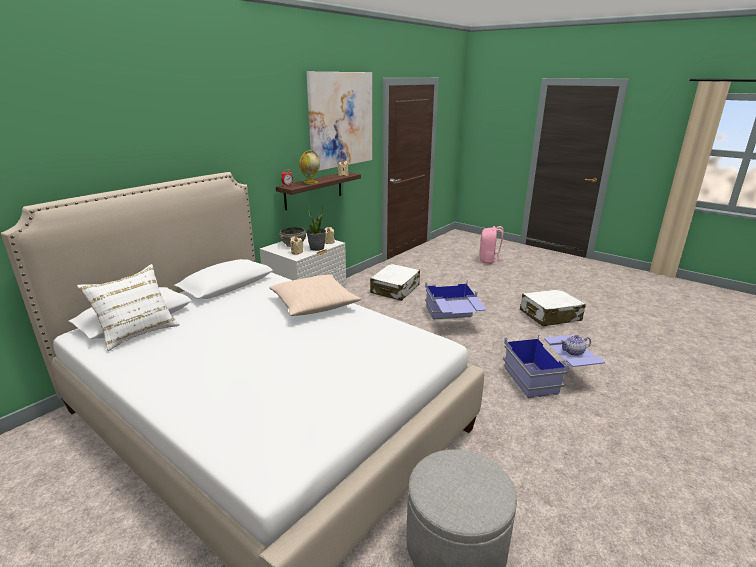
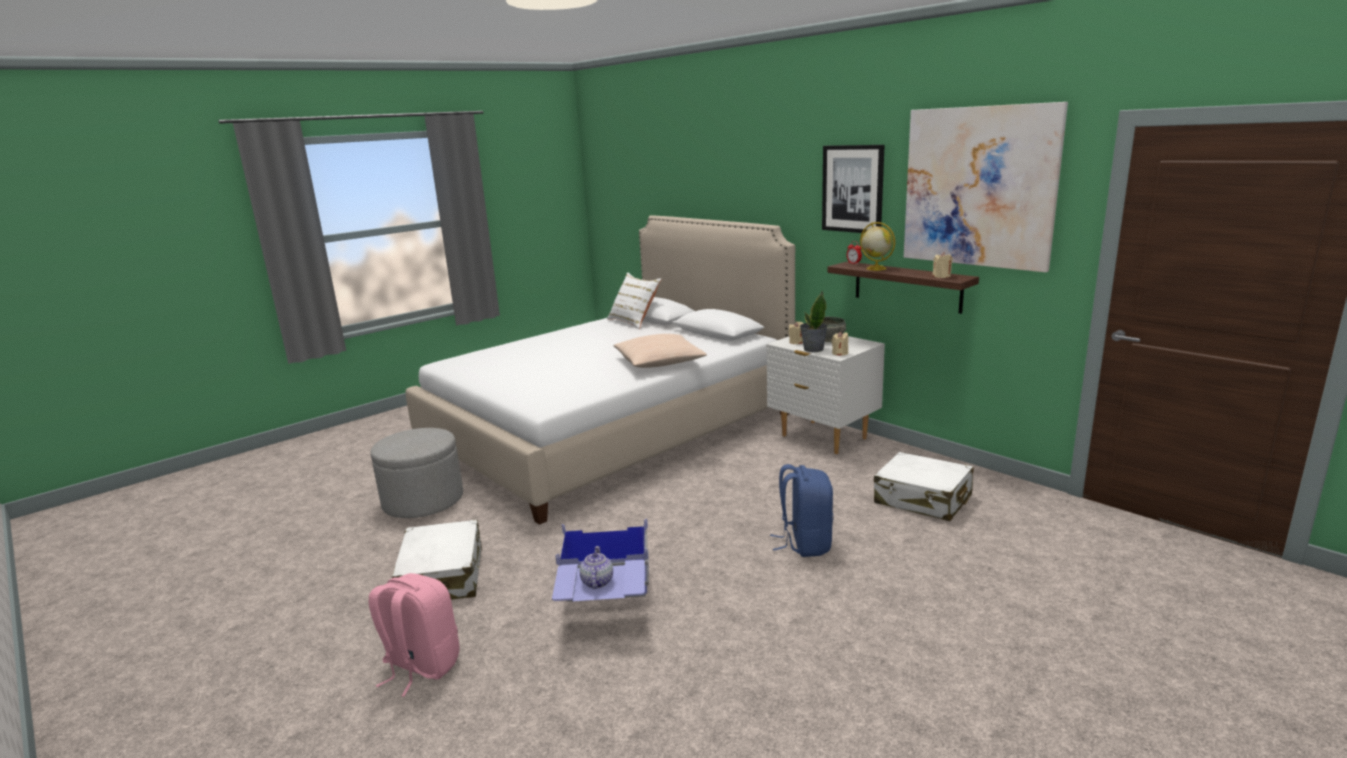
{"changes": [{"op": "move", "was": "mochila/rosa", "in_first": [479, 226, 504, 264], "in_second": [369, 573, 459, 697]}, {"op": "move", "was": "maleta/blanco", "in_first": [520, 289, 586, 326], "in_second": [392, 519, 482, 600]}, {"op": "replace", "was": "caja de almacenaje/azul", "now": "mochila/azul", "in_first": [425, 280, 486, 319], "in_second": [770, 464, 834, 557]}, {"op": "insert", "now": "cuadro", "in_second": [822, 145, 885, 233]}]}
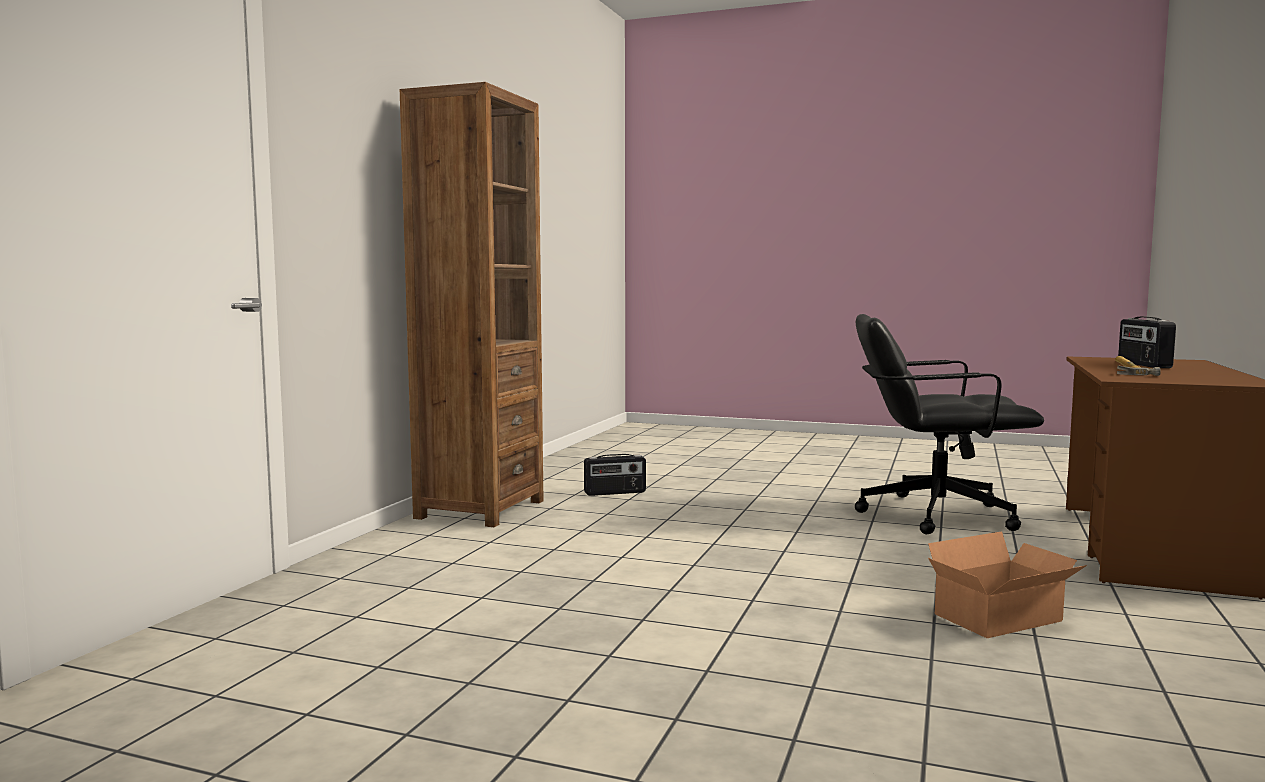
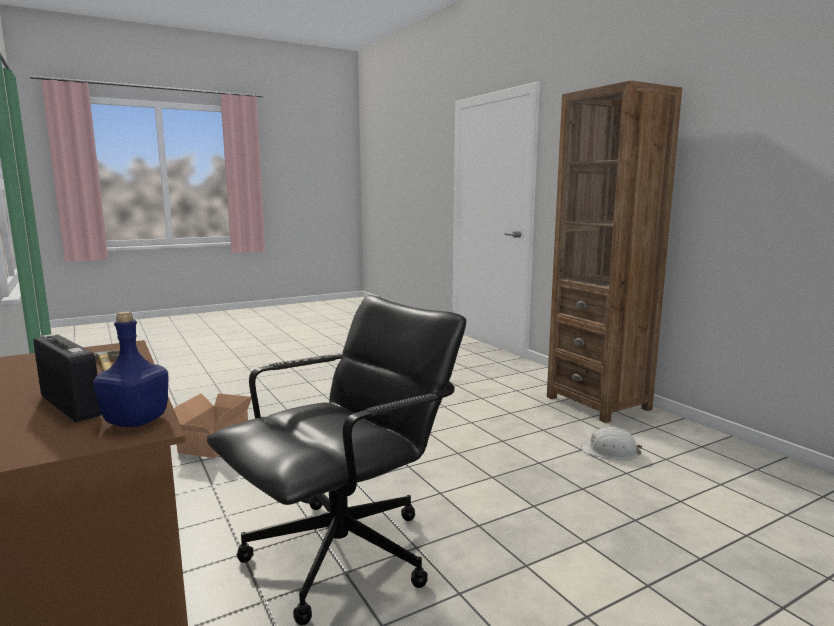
{"changes": [{"op": "insert", "now": "botella/azul", "in_second": [93, 311, 169, 427]}, {"op": "replace", "was": "radio", "now": "casco/blanco", "in_first": [584, 454, 646, 496], "in_second": [581, 427, 642, 460]}]}
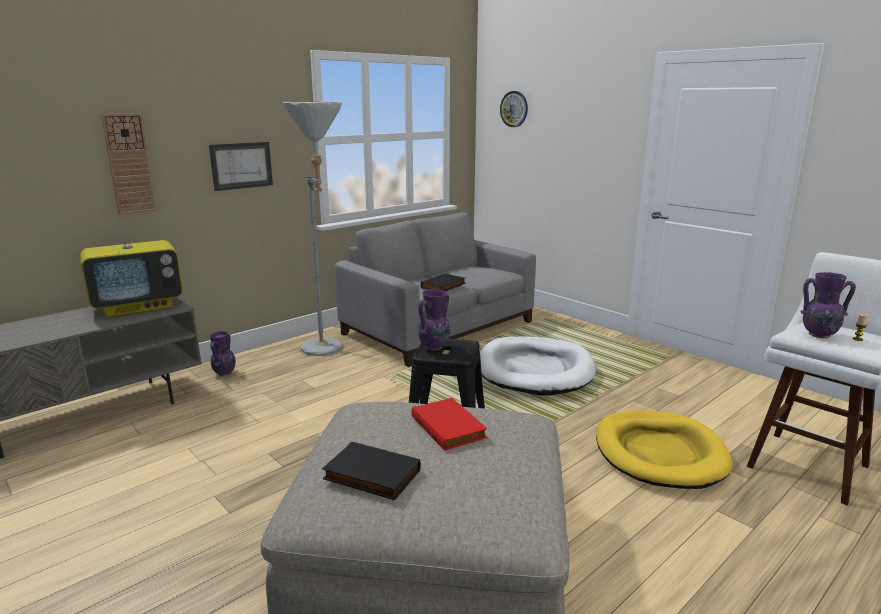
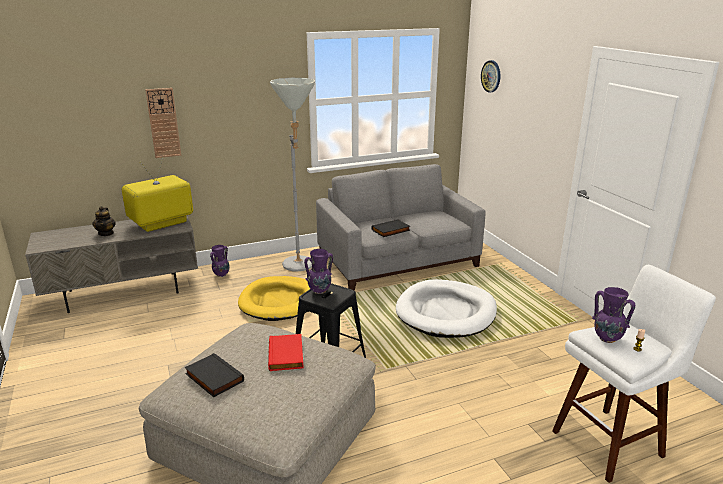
{"changes": [{"op": "insert", "now": "tetera", "in_second": [92, 206, 116, 236]}, {"op": "rotate", "was": "televisor", "in_first": [80, 210, 183, 317], "in_second": [122, 157, 193, 232], "clockwise": 150}, {"op": "move", "was": "cama para perro/amarillo", "in_first": [596, 410, 732, 489], "in_second": [238, 276, 310, 321]}, {"op": "delete", "was": "cuadro", "in_first": [209, 142, 273, 191]}]}
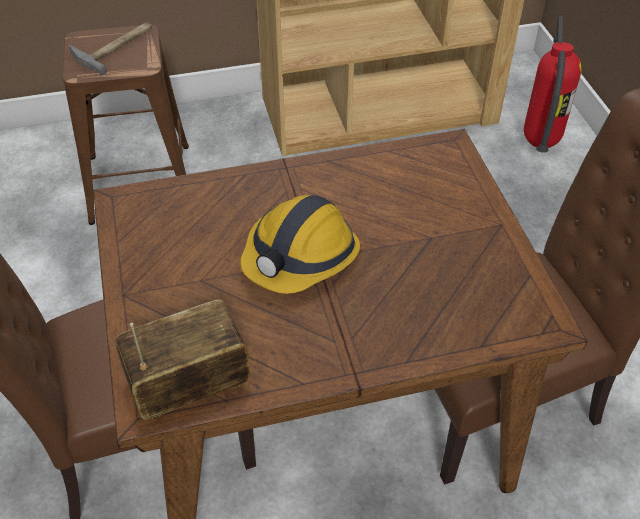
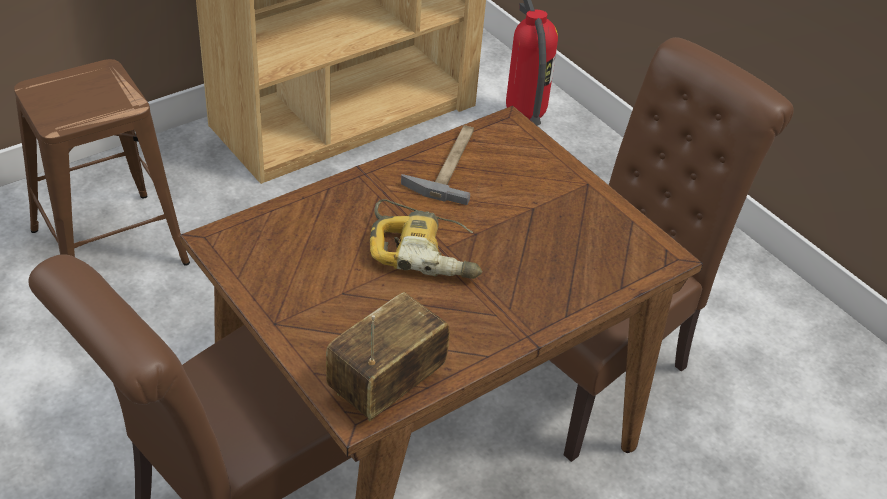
{"changes": [{"op": "replace", "was": "casco", "now": "taladro", "in_first": [240, 195, 361, 294], "in_second": [370, 199, 482, 279]}, {"op": "move", "was": "martillo", "in_first": [69, 22, 152, 75], "in_second": [401, 125, 474, 205]}]}
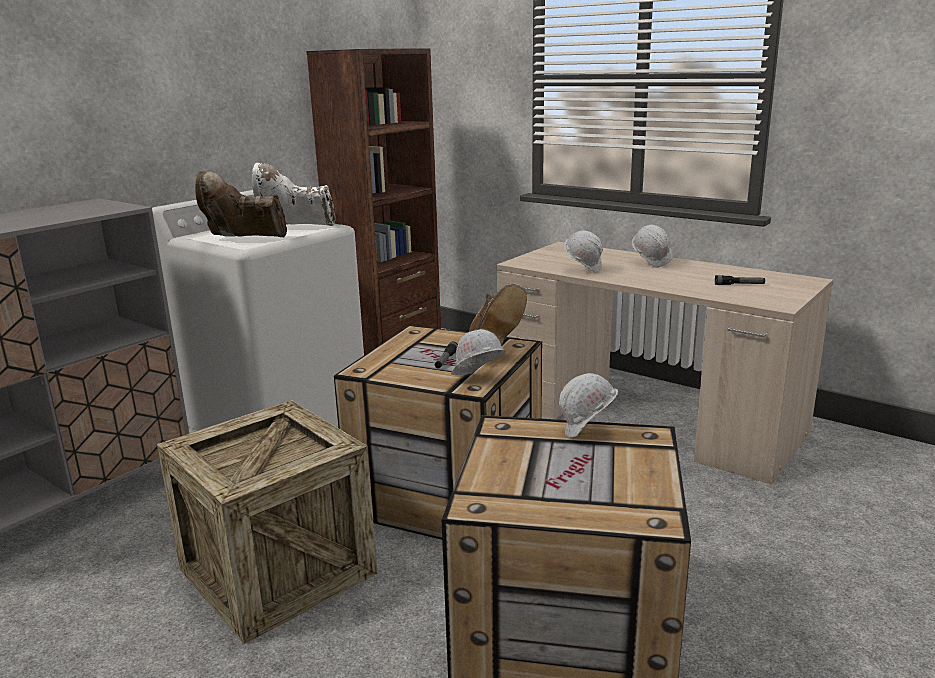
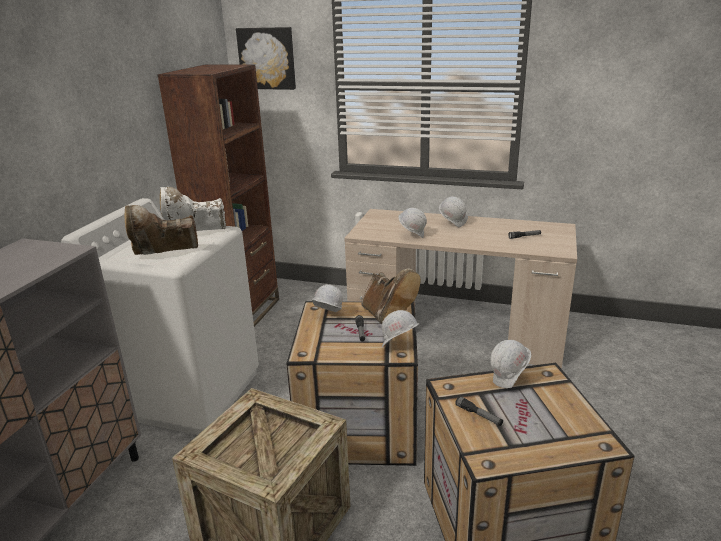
{"changes": [{"op": "insert", "now": "cuadro", "in_second": [236, 27, 296, 90]}, {"op": "insert", "now": "casco/blanco", "in_second": [312, 284, 343, 312]}, {"op": "insert", "now": "linterna", "in_second": [455, 396, 503, 426]}]}
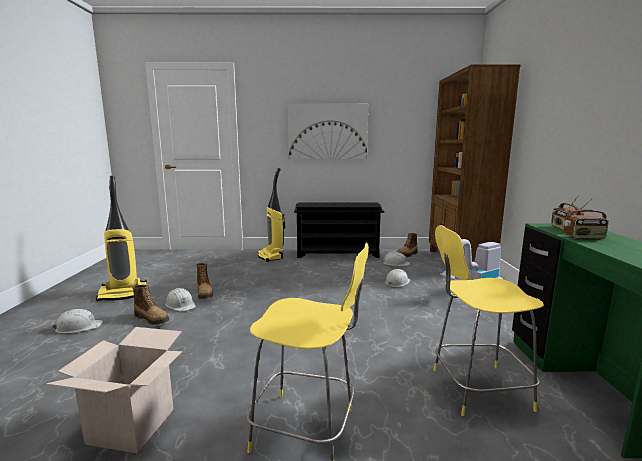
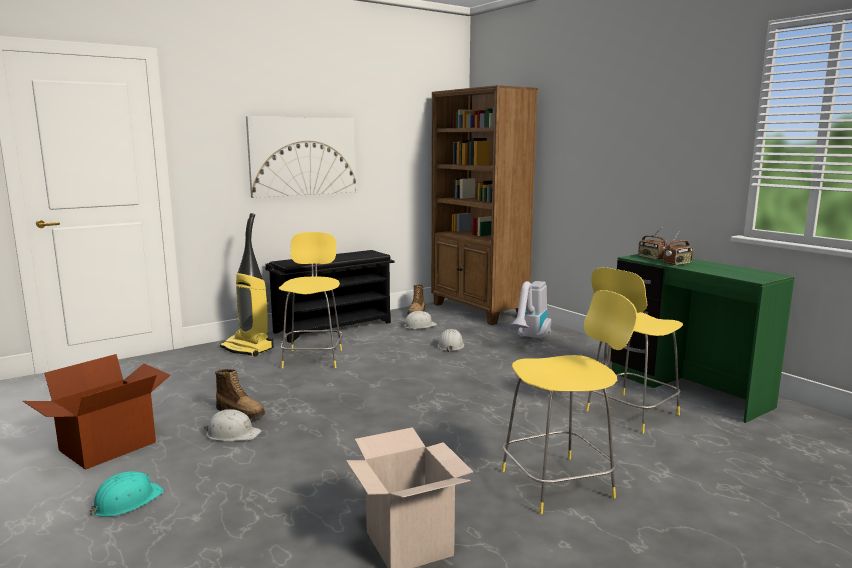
{"changes": [{"op": "replace", "was": "aspiradora", "now": "caja de cartón", "in_first": [96, 176, 147, 301], "in_second": [23, 354, 171, 470]}, {"op": "recolor", "was": "casco/blanco", "now": "casco/turquesa", "in_first": [52, 309, 103, 334], "in_second": [89, 471, 164, 517]}, {"op": "insert", "now": "taburete/amarillo", "in_second": [279, 232, 343, 368]}, {"op": "delete", "was": "bota", "in_first": [132, 285, 169, 325]}]}
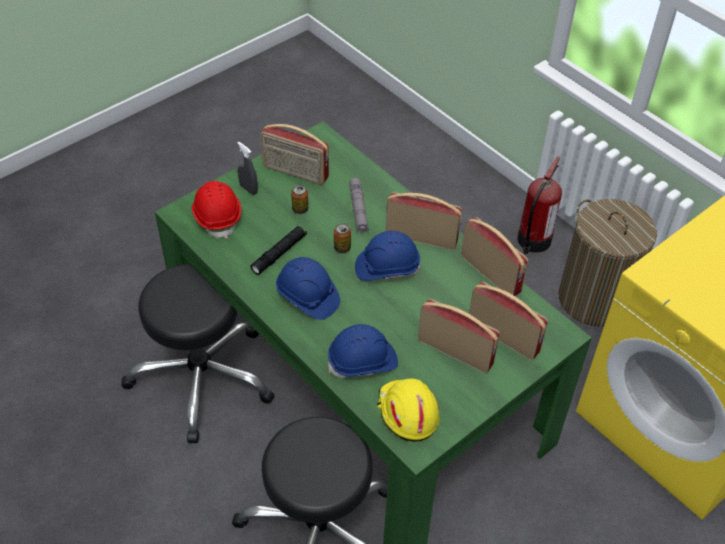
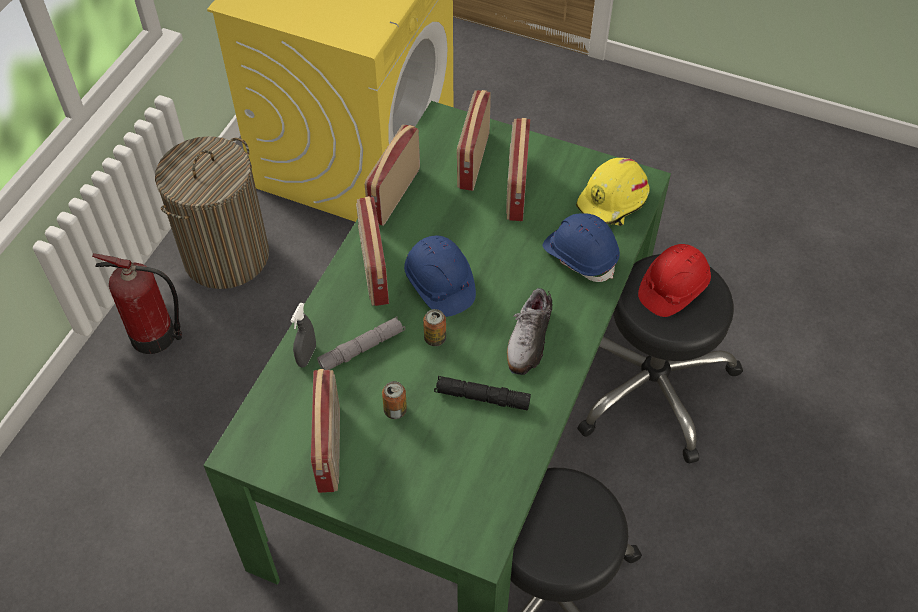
{"changes": [{"op": "move", "was": "pulverizador/gris", "in_first": [237, 142, 258, 195], "in_second": [291, 302, 316, 367]}, {"op": "replace", "was": "casco/azul", "now": "zapato", "in_first": [276, 257, 340, 320], "in_second": [507, 288, 552, 375]}, {"op": "move", "was": "casco/rojo", "in_first": [192, 181, 241, 239], "in_second": [638, 244, 711, 317]}]}
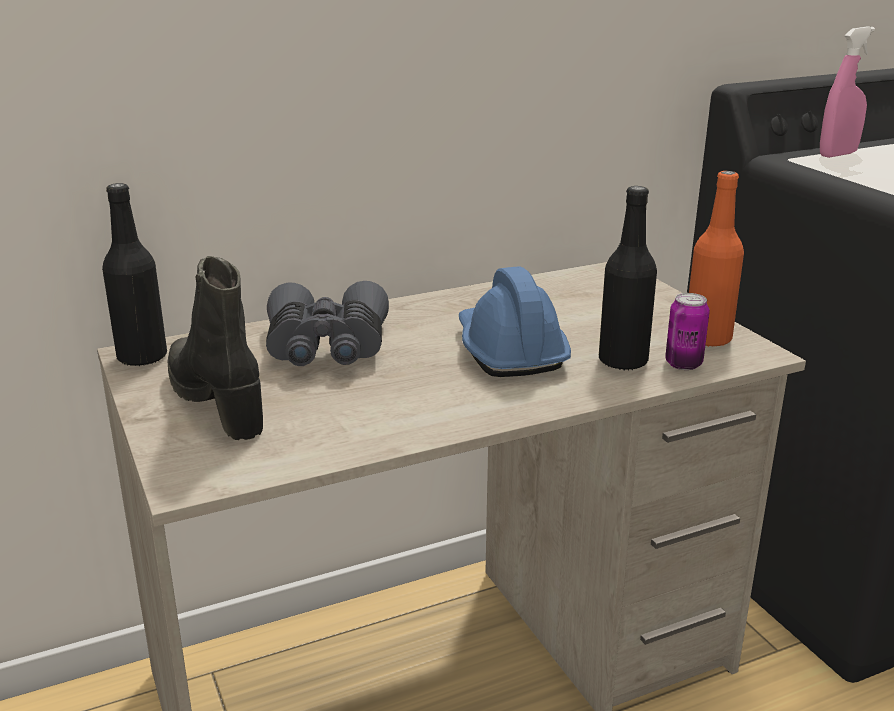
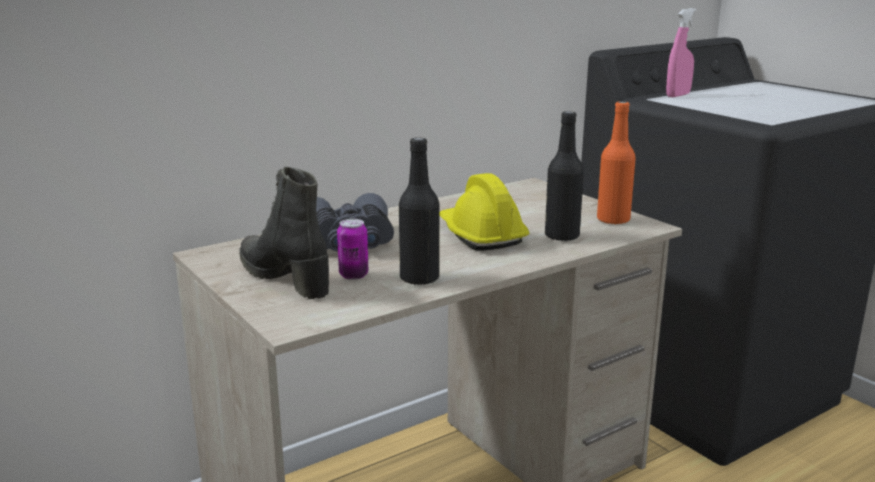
{"changes": [{"op": "move", "was": "lata", "in_first": [665, 293, 710, 370], "in_second": [337, 219, 368, 280]}, {"op": "move", "was": "botella/negro", "in_first": [102, 183, 167, 367], "in_second": [399, 137, 440, 285]}, {"op": "recolor", "was": "casco/azul", "now": "casco/amarillo", "in_first": [459, 267, 571, 377], "in_second": [440, 173, 529, 251]}]}
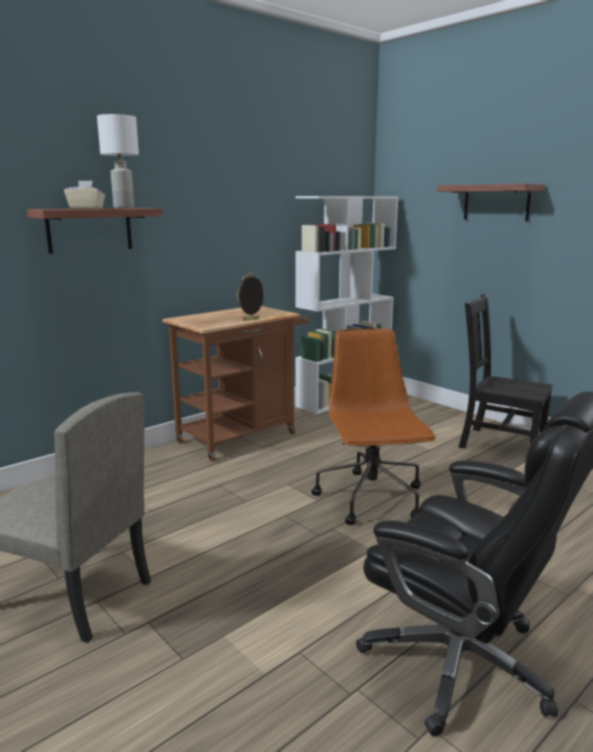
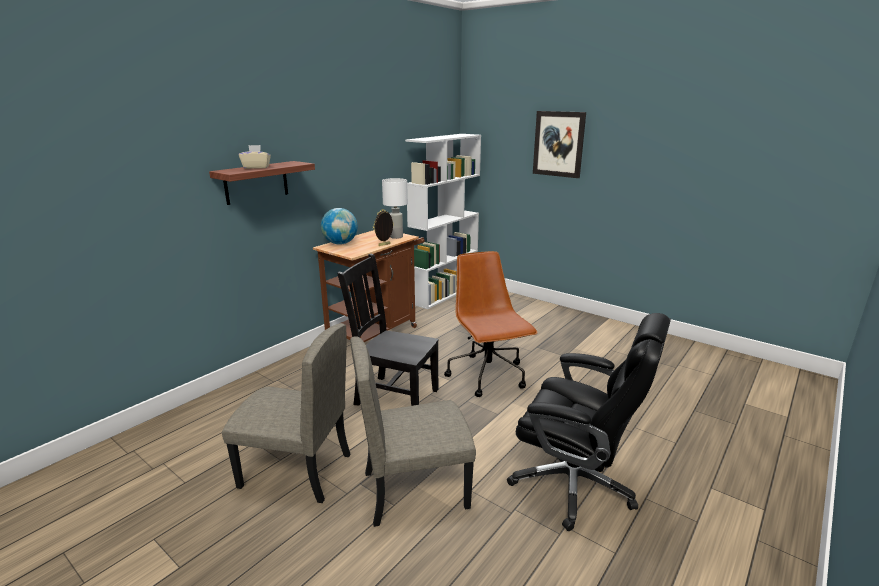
{"changes": [{"op": "insert", "now": "globo terráqueo", "in_second": [321, 208, 358, 245]}, {"op": "move", "was": "silla/negro", "in_first": [459, 294, 553, 448], "in_second": [337, 253, 439, 406]}, {"op": "insert", "now": "silla/beis", "in_second": [350, 336, 476, 527]}, {"op": "move", "was": "lámpara de mesa/blanco", "in_first": [97, 114, 139, 208], "in_second": [382, 178, 408, 239]}, {"op": "replace", "was": "estante", "now": "cuadro", "in_first": [437, 183, 545, 221], "in_second": [533, 111, 586, 178]}]}
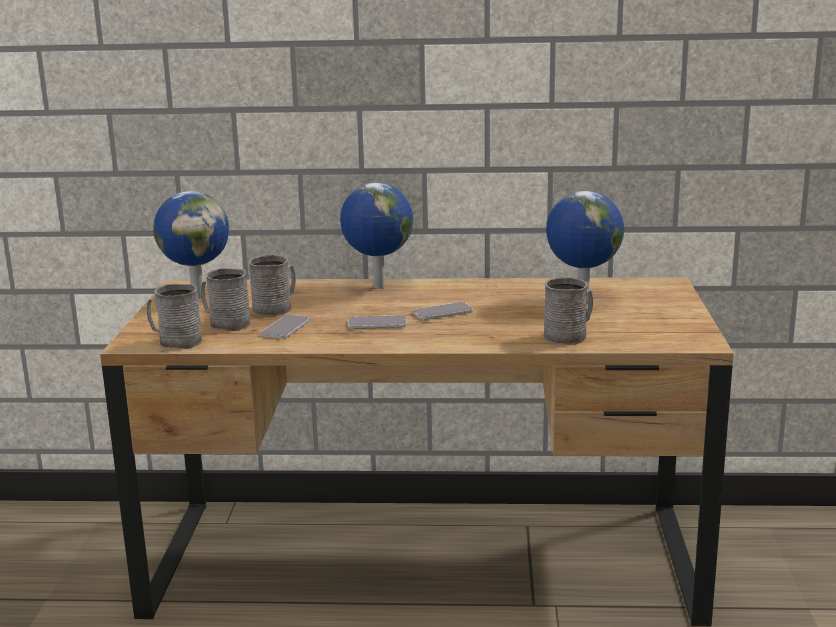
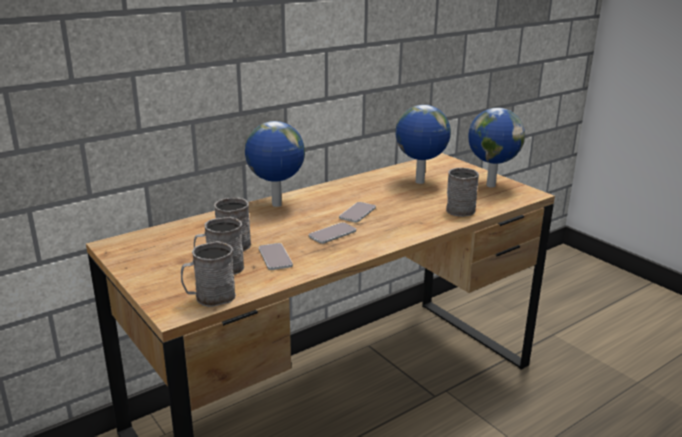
{"changes": [{"op": "move", "was": "globo terráqueo", "in_first": [153, 191, 229, 299], "in_second": [468, 108, 525, 188]}]}
